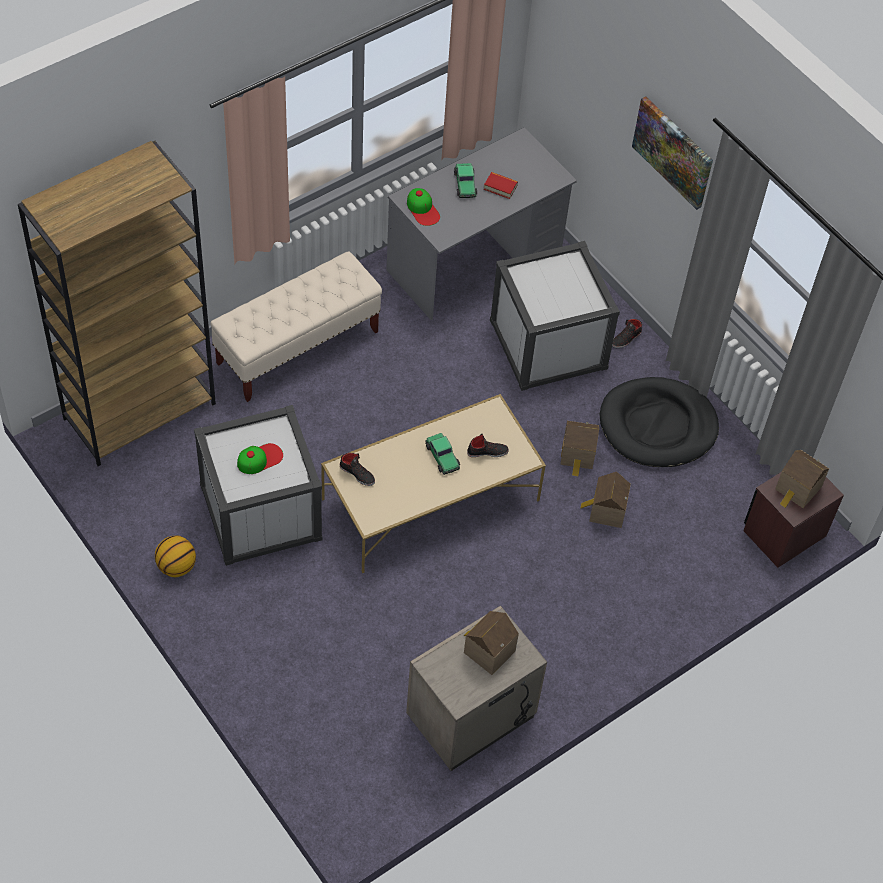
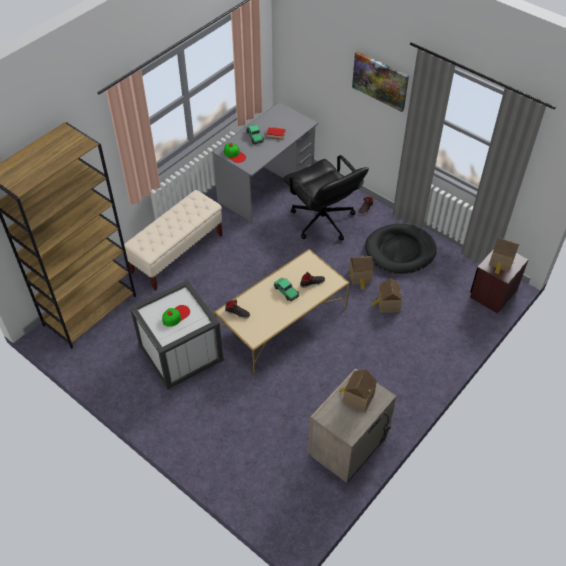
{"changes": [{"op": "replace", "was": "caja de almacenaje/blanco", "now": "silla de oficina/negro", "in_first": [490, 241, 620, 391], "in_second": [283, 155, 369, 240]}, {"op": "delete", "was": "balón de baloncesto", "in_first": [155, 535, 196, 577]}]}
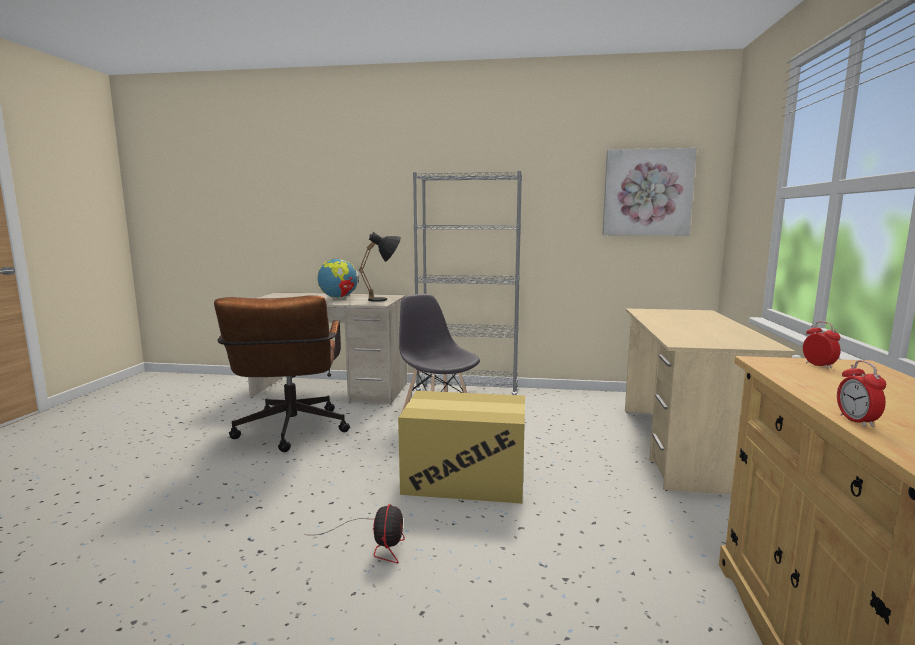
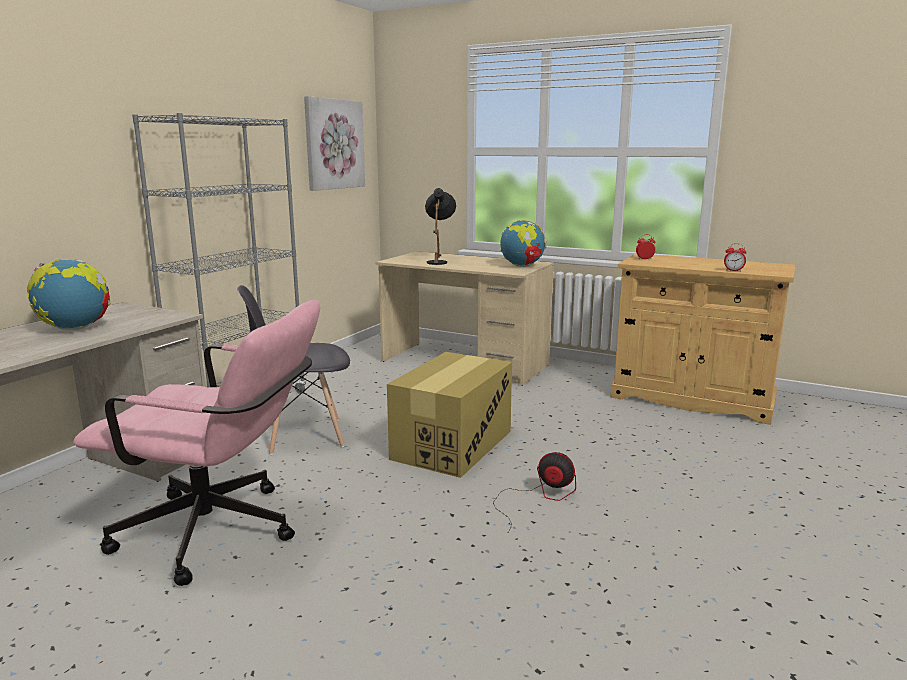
{"changes": [{"op": "recolor", "was": "silla de oficina/marrón", "now": "silla de oficina/rosa", "in_first": [214, 295, 350, 452], "in_second": [73, 300, 320, 586]}, {"op": "move", "was": "lámpara de mesa/negro", "in_first": [359, 232, 401, 302], "in_second": [425, 188, 456, 265]}, {"op": "insert", "now": "globo terráqueo", "in_second": [500, 220, 547, 267]}]}
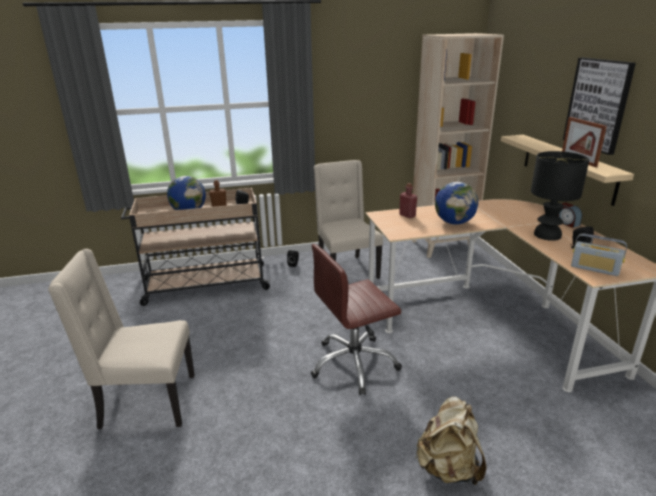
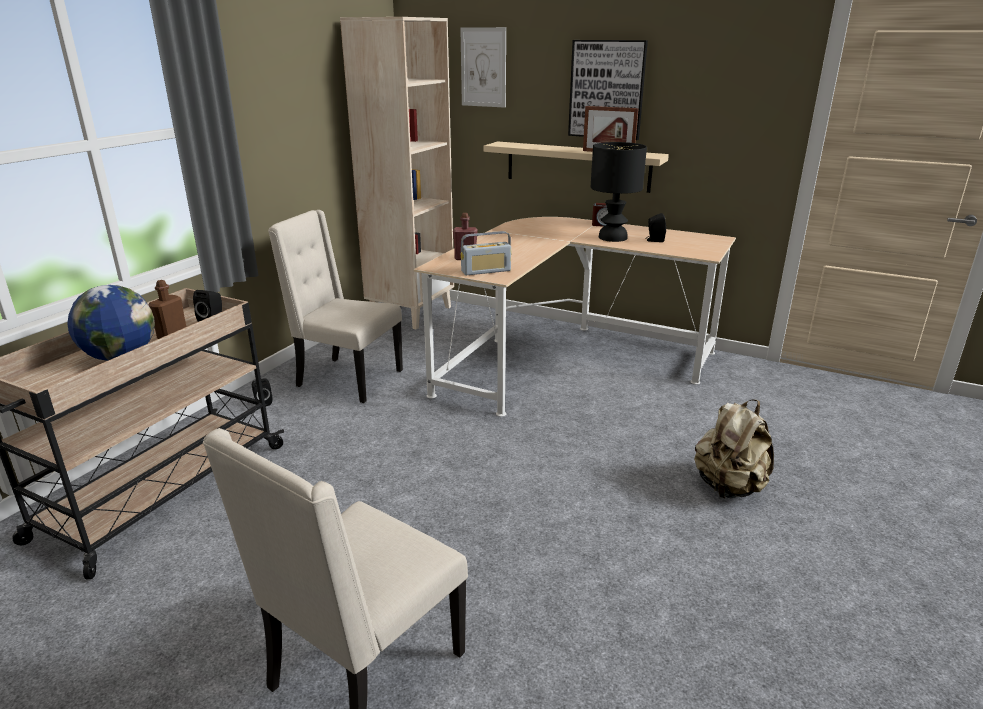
{"changes": [{"op": "insert", "now": "cuadro", "in_second": [460, 27, 506, 108]}, {"op": "move", "was": "radio", "in_first": [571, 233, 627, 276], "in_second": [461, 231, 512, 275]}, {"op": "delete", "was": "silla de oficina/marrón", "in_first": [310, 244, 402, 395]}, {"op": "delete", "was": "globo terráqueo", "in_first": [435, 182, 478, 224]}]}
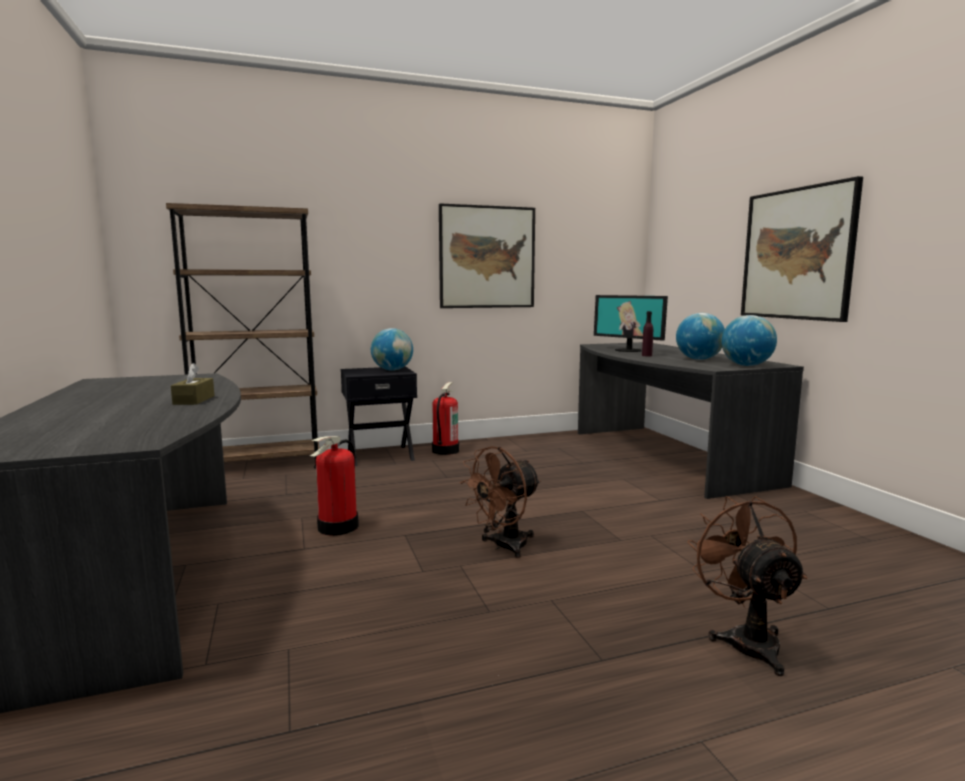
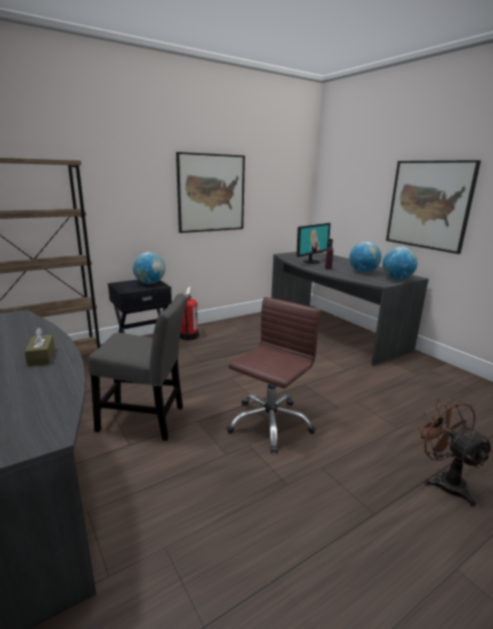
{"changes": [{"op": "replace", "was": "extintor", "now": "silla/gris", "in_first": [310, 436, 359, 536], "in_second": [88, 293, 186, 441]}, {"op": "replace", "was": "ventilador/marrón", "now": "silla de oficina/marrón", "in_first": [460, 446, 541, 558], "in_second": [226, 297, 320, 453]}, {"op": "rotate", "was": "monitor", "in_first": [594, 295, 668, 352], "in_second": [297, 223, 331, 264], "clockwise": -75}]}
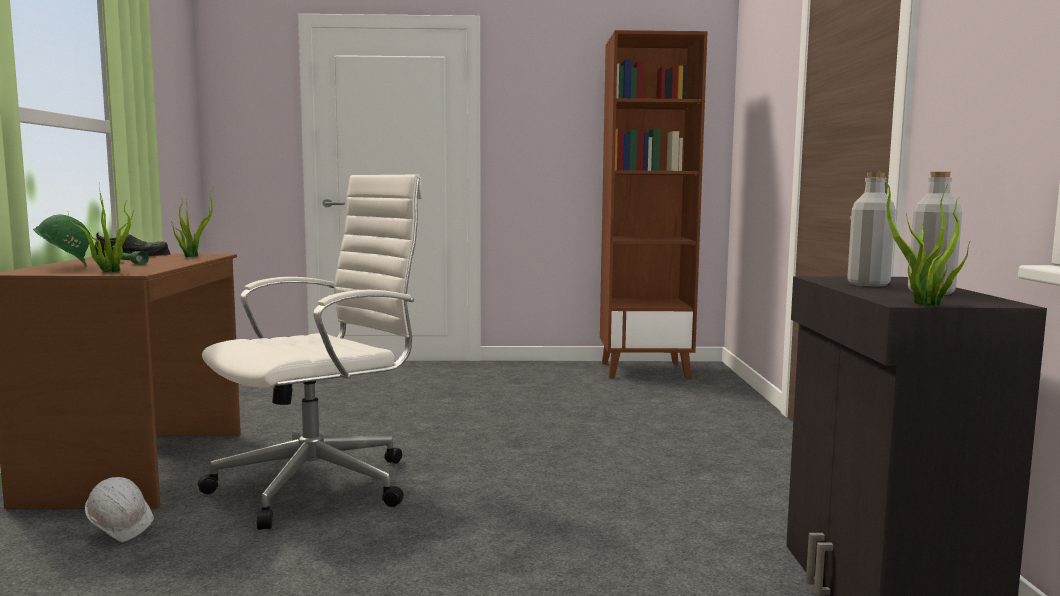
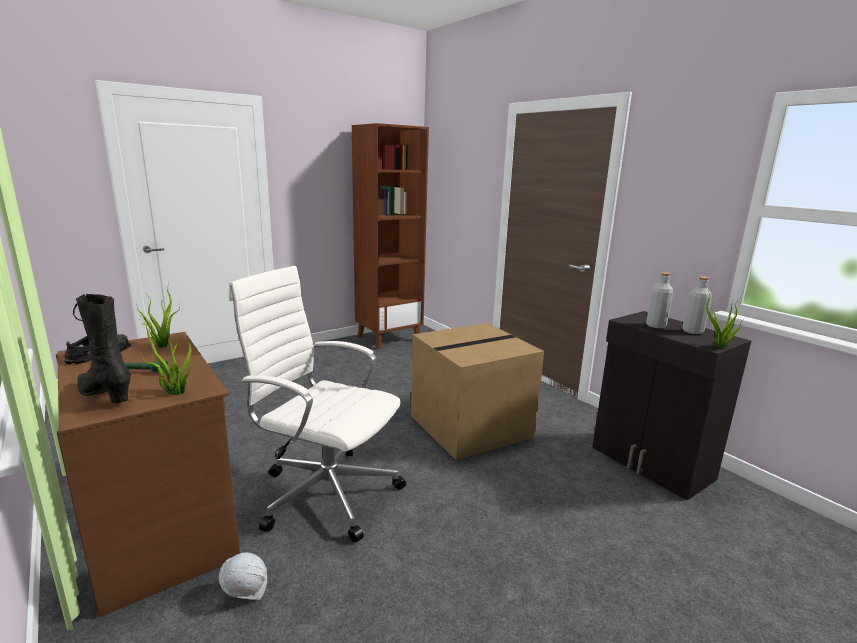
{"changes": [{"op": "replace", "was": "casco/verde", "now": "bota/negro", "in_first": [33, 215, 91, 267], "in_second": [73, 294, 131, 403]}, {"op": "rotate", "was": "silla de oficina/blanco", "in_first": [198, 174, 423, 530], "in_second": [229, 266, 406, 542], "clockwise": -75}, {"op": "insert", "now": "caja de cartón", "in_second": [411, 323, 544, 460]}]}
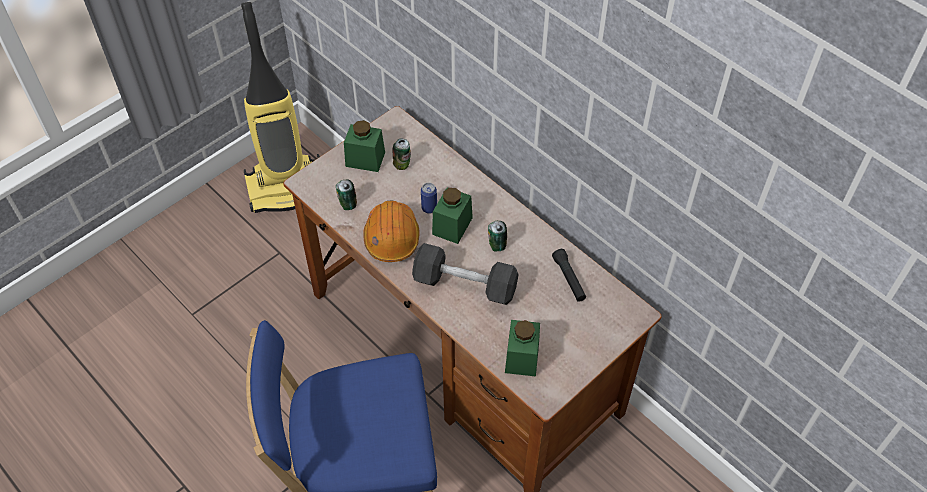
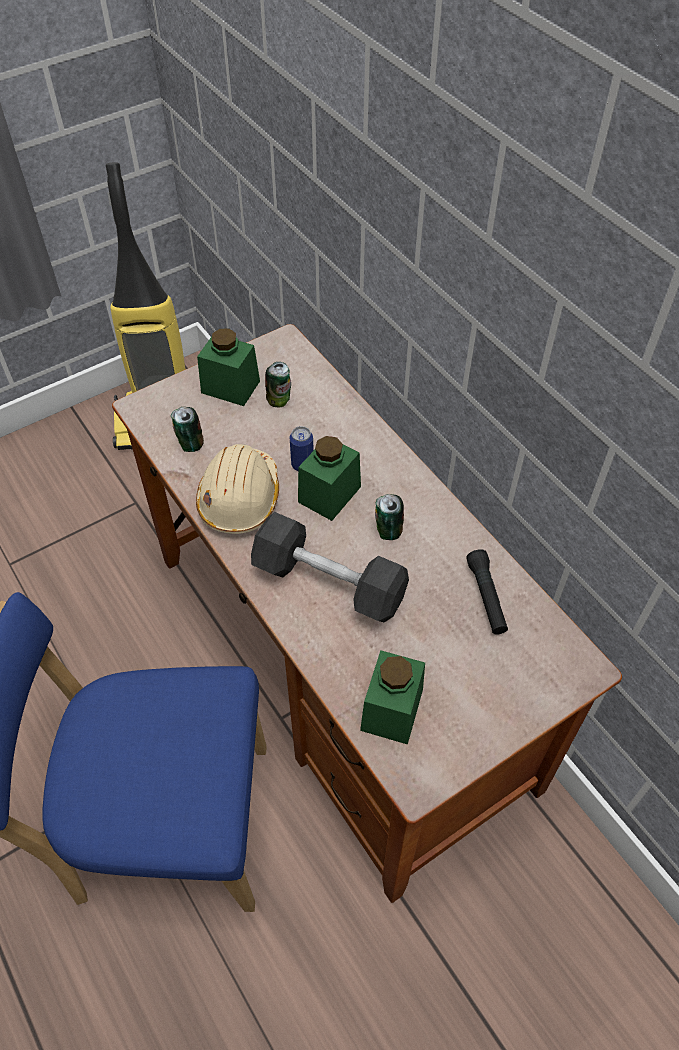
{"changes": [{"op": "recolor", "was": "casco/naranja", "now": "casco/beis", "in_first": [363, 201, 419, 262], "in_second": [196, 444, 279, 534]}]}
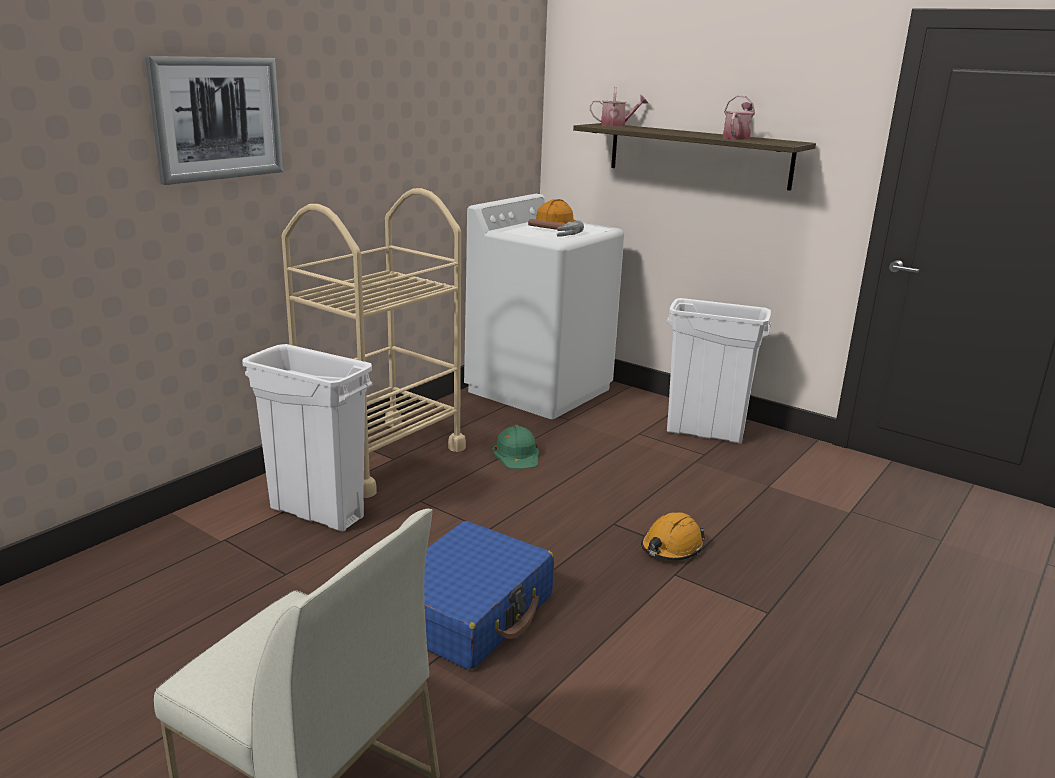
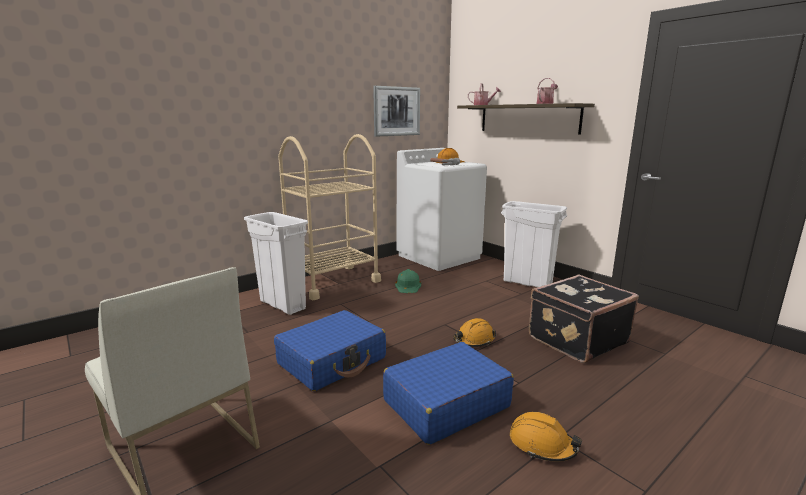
{"changes": [{"op": "move", "was": "cuadro", "in_first": [145, 56, 283, 185], "in_second": [373, 86, 420, 137]}, {"op": "insert", "now": "maleta/azul", "in_second": [383, 342, 514, 445]}, {"op": "insert", "now": "casco/naranja", "in_second": [510, 412, 582, 462]}, {"op": "insert", "now": "maleta/negro", "in_second": [529, 275, 639, 363]}]}
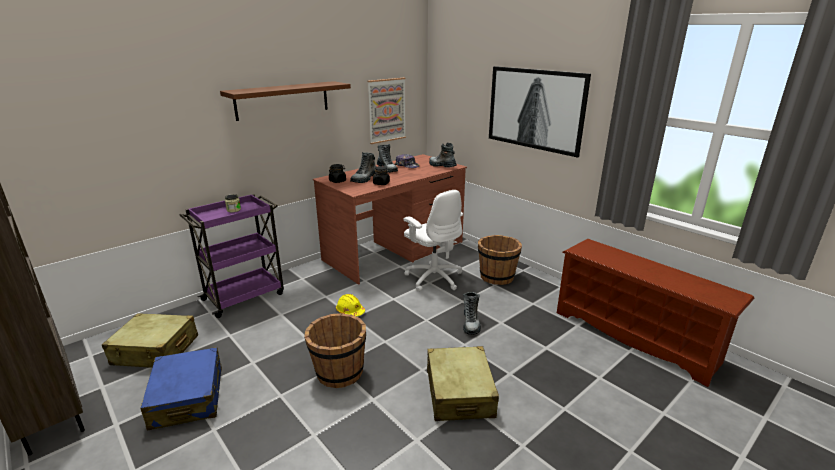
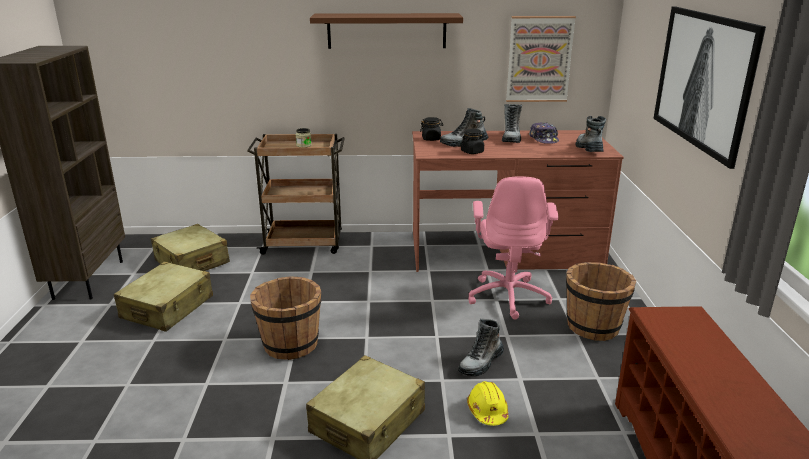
{"changes": [{"op": "recolor", "was": "maleta/azul", "now": "maleta/beis", "in_first": [141, 347, 222, 431], "in_second": [114, 262, 213, 332]}, {"op": "recolor", "was": "carrito/morado", "now": "carrito/marrón", "in_first": [180, 194, 284, 318], "in_second": [247, 134, 345, 255]}, {"op": "move", "was": "casco/amarillo", "in_first": [336, 294, 365, 317], "in_second": [467, 381, 509, 426]}, {"op": "recolor", "was": "silla de oficina/blanco", "now": "silla de oficina/rosa", "in_first": [404, 190, 463, 292], "in_second": [468, 176, 558, 320]}]}
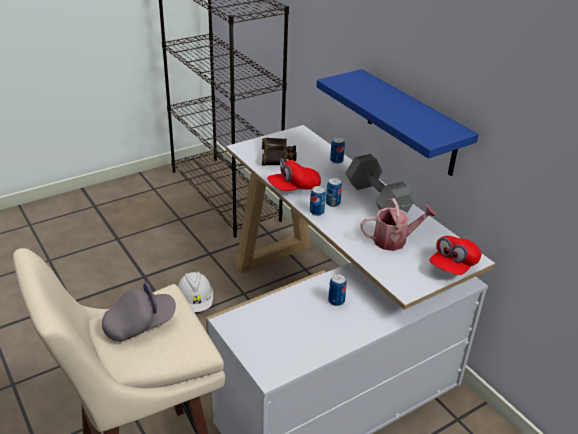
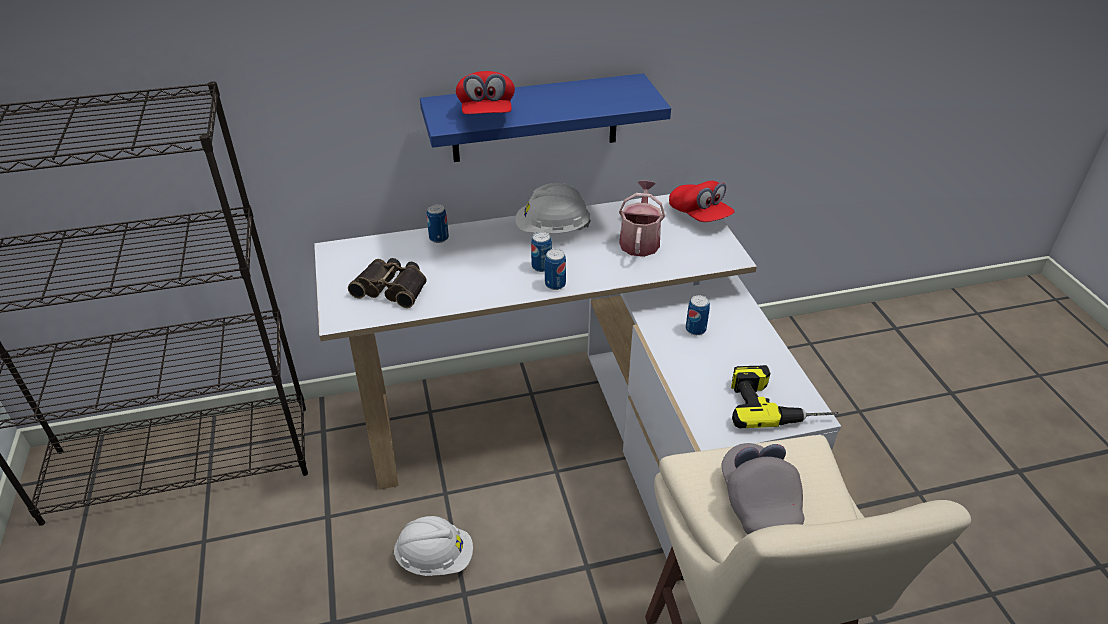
{"changes": [{"op": "move", "was": "gorra/rojo", "in_first": [267, 158, 321, 191], "in_second": [456, 71, 515, 114]}, {"op": "replace", "was": "mancuerna/gris", "now": "casco/blanco", "in_first": [345, 154, 415, 213], "in_second": [515, 183, 591, 233]}, {"op": "insert", "now": "taladro", "in_second": [731, 365, 839, 429]}]}
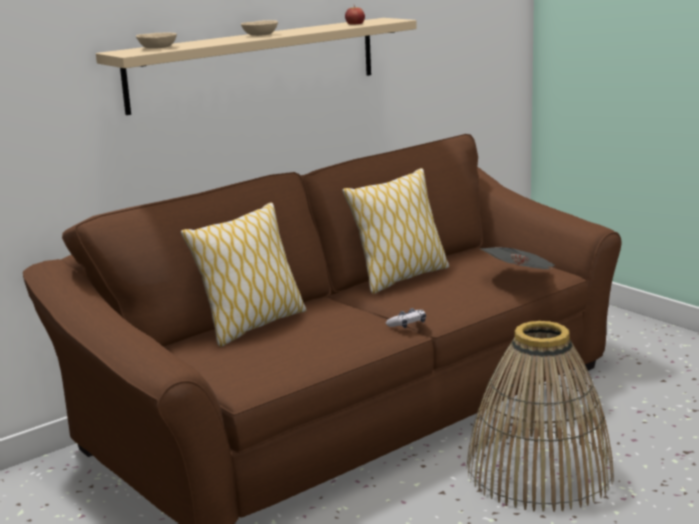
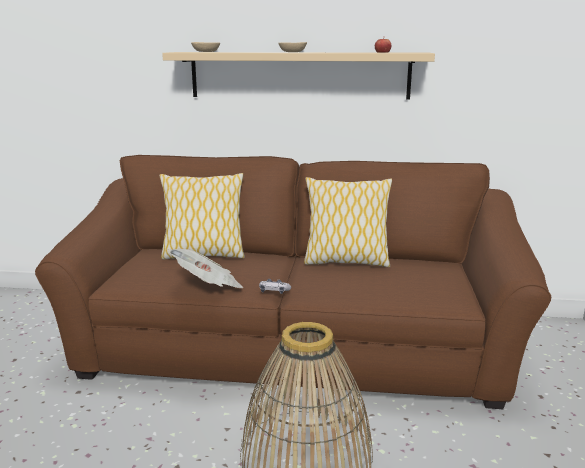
{"changes": [{"op": "move", "was": "periódico", "in_first": [480, 247, 555, 269], "in_second": [168, 249, 244, 288]}]}
